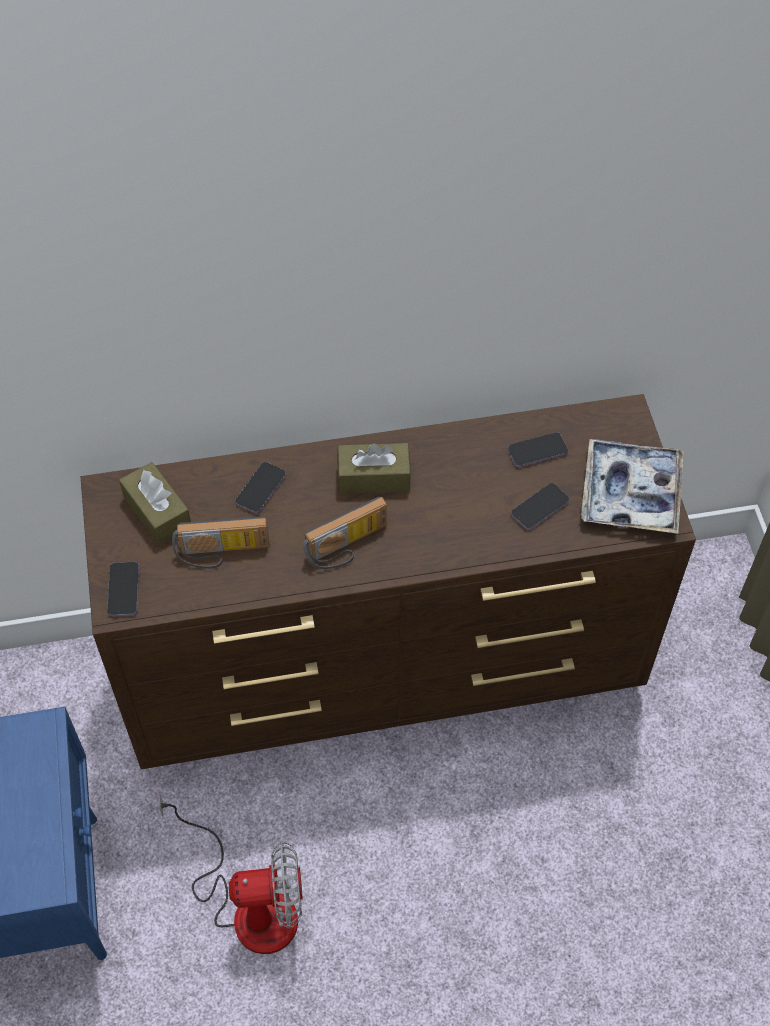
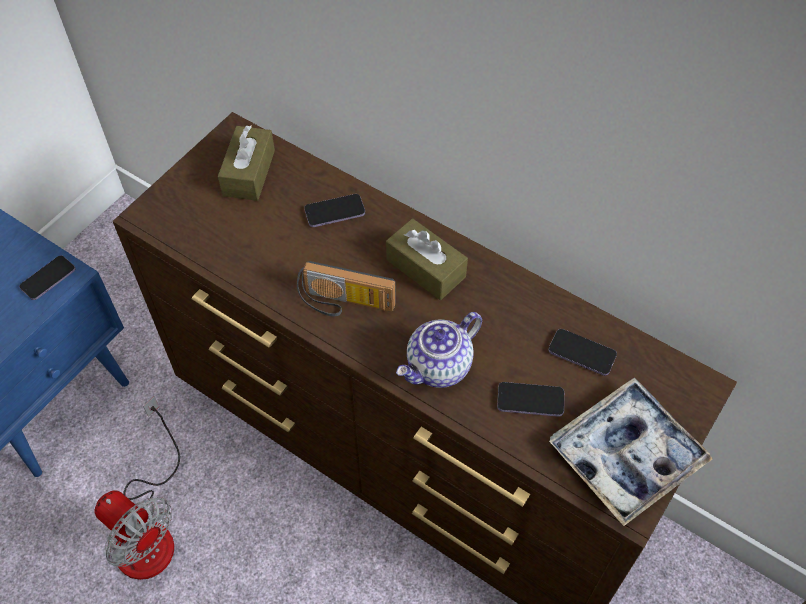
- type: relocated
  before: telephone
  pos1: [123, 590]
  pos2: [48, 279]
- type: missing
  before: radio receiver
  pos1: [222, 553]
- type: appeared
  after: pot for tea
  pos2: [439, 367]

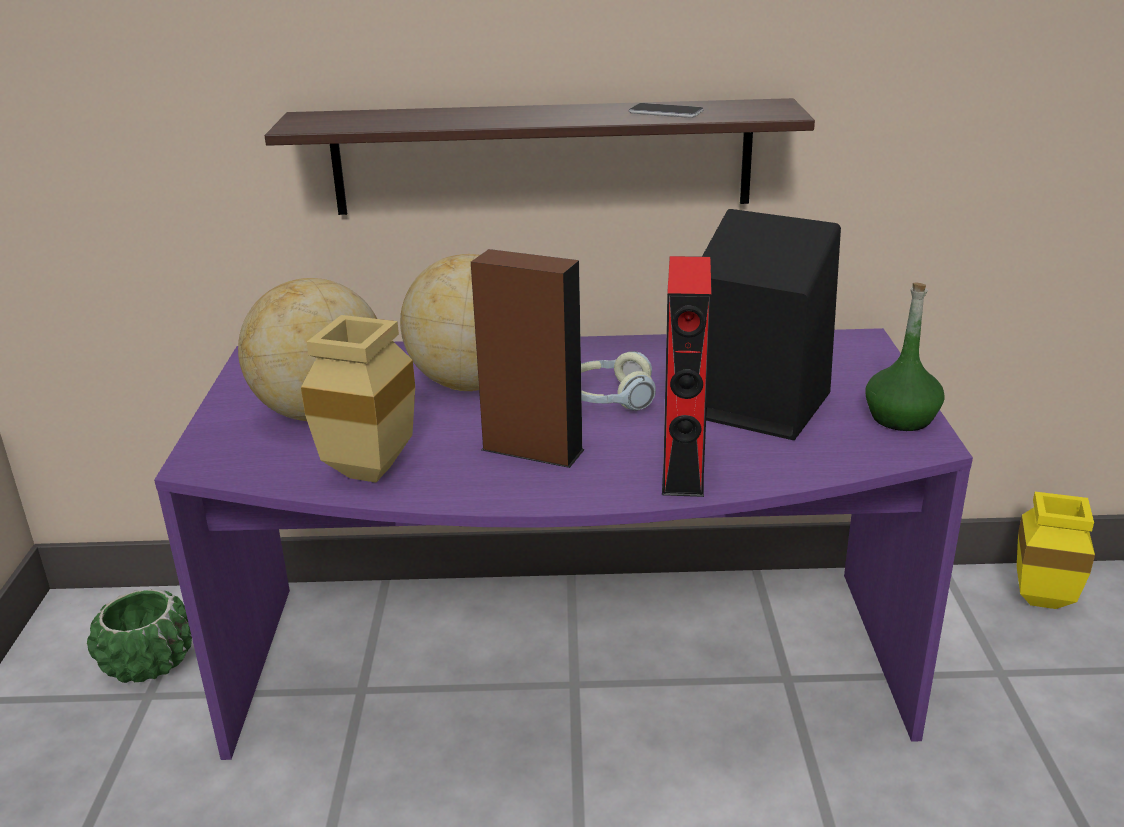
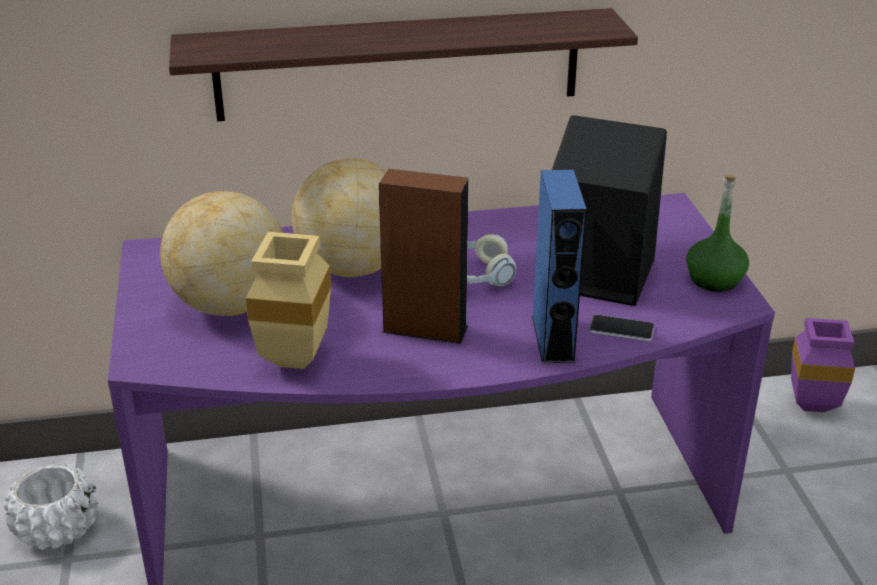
- type: colour
  before: green-coloured flower pot
  after: white-coloured flower pot
  pos1: [149, 663]
  pos2: [58, 529]
- type: relocated
  before: telephone
  pos1: [666, 112]
  pos2: [621, 329]
- type: colour
  before: red-coloured speaker
  after: blue-coloured speaker
  pos1: [683, 469]
  pos2: [553, 338]
- type: colour
  before: yellow-coloured decorative vase
  after: purple-coloured decorative vase
  pos1: [1045, 599]
  pos2: [815, 405]

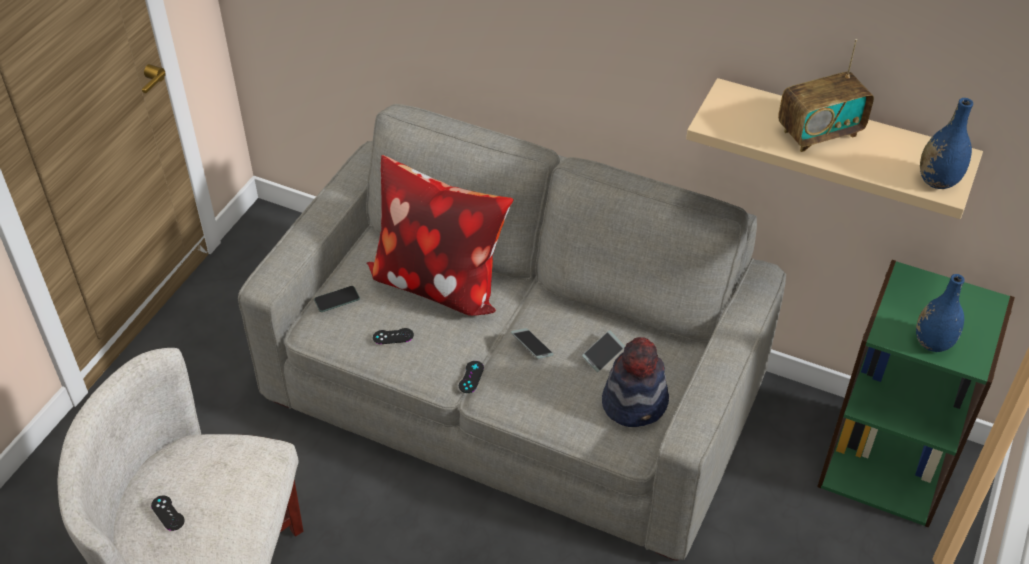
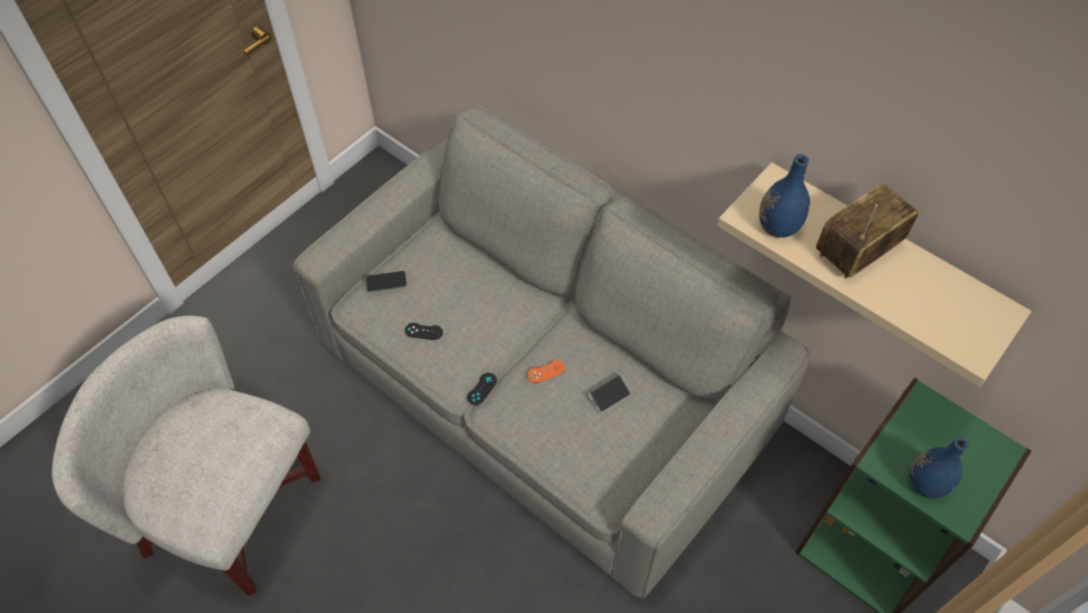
- type: missing
  before: black-coloured game controller
  pos1: [168, 513]
- type: missing
  before: pillow
  pos1: [438, 282]
- type: exchanged
  before: telephone
  after: orangey game controller
  pos1: [532, 346]
  pos2: [546, 371]
- type: missing
  before: clothing hat
  pos1: [635, 402]
- type: spun
  before: radio receiver
  pos1: [819, 133]
  pos2: [857, 251]
  turn: 150
- type: relocated
  before: blue-coloured decorative vase
  pos1: [938, 181]
  pos2: [778, 227]

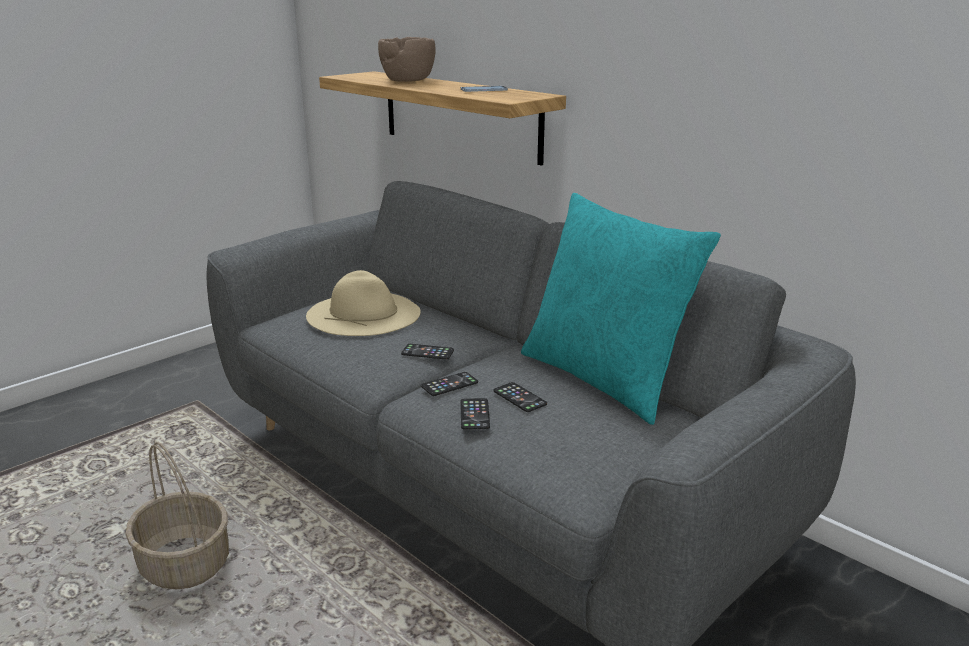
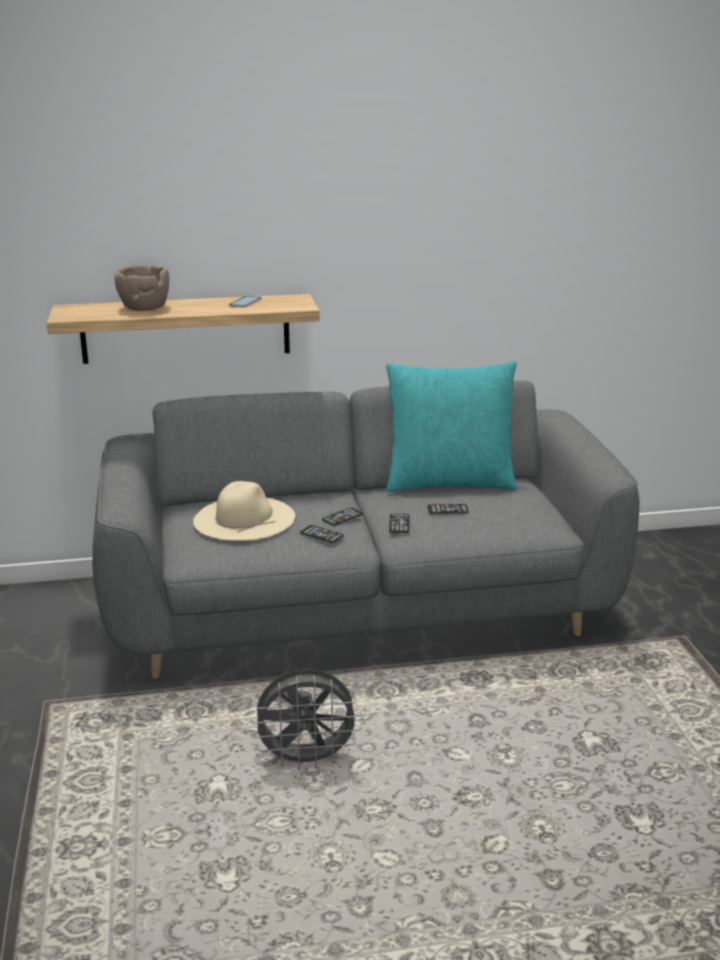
- type: exchanged
  before: storage basket
  after: grey cooling fan
  pos1: [186, 564]
  pos2: [307, 760]
- type: relocated
  before: telephone
  pos1: [474, 414]
  pos2: [321, 534]

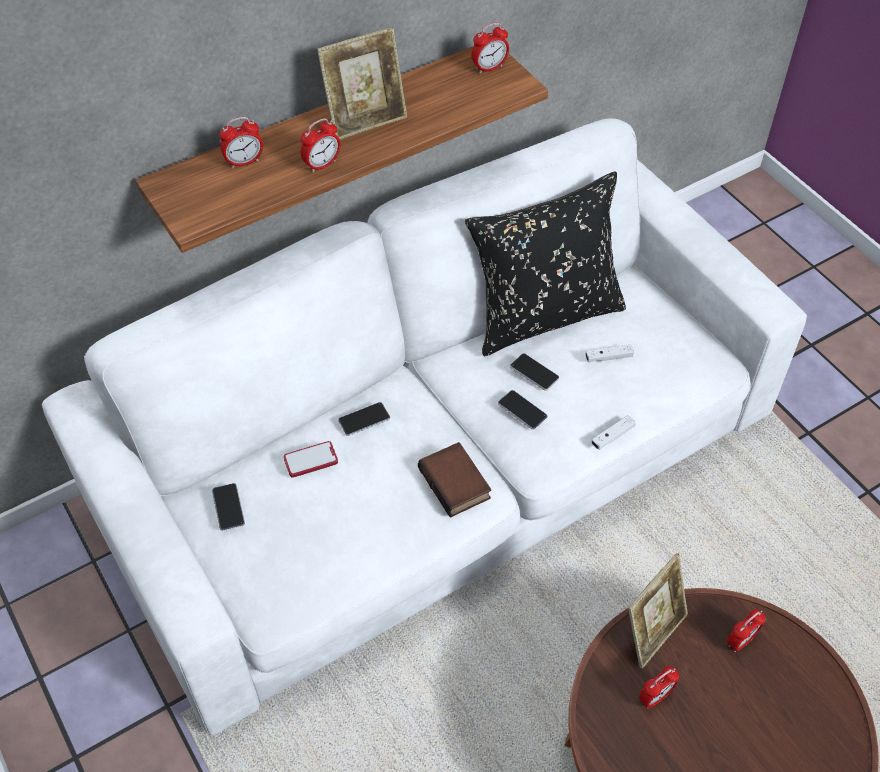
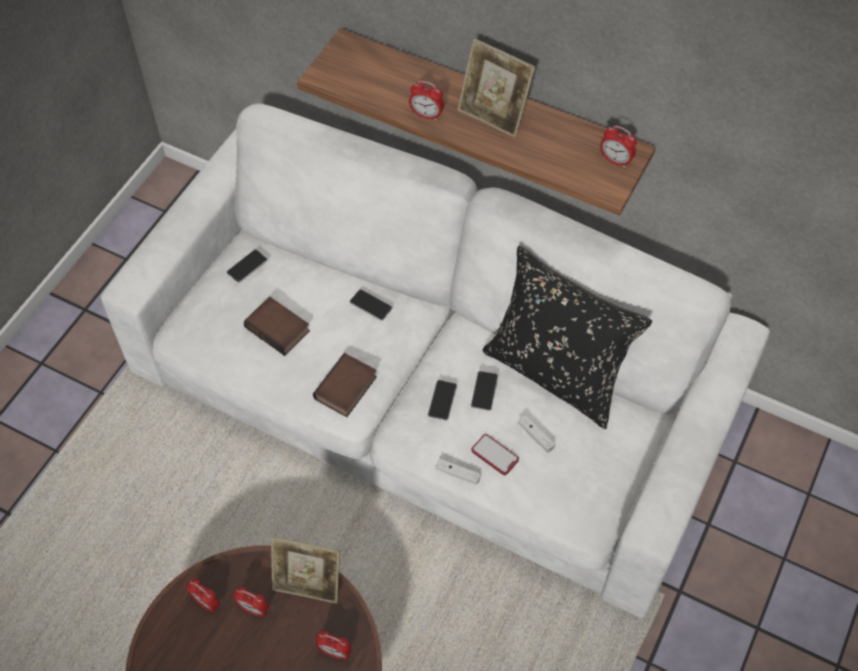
- type: relocated
  before: bedside clock
  pos1: [244, 162]
  pos2: [206, 603]
- type: relocated
  before: telephone
  pos1: [311, 460]
  pos2: [495, 455]
- type: appeared
  after: book
  pos2: [279, 329]

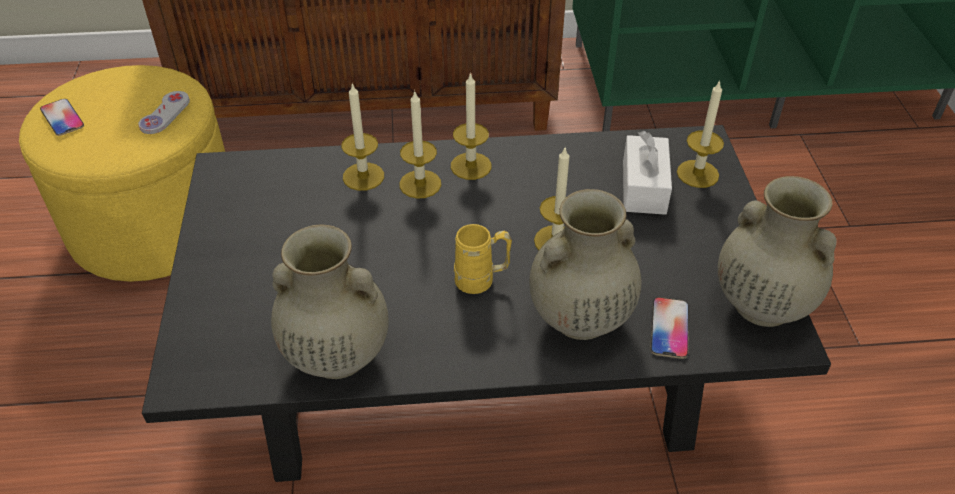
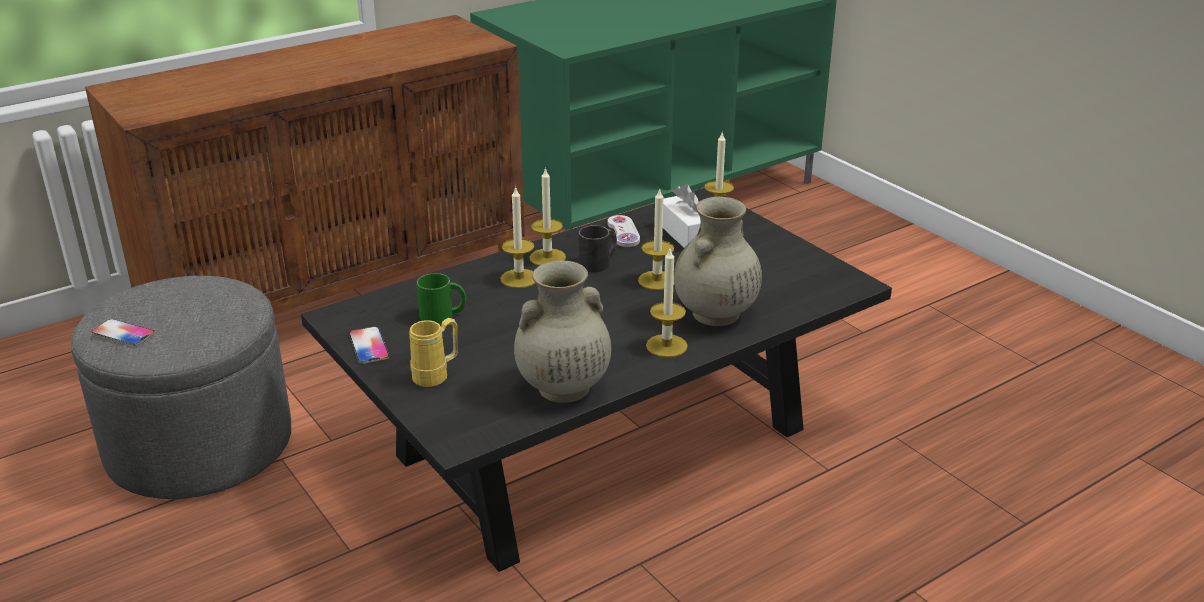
- type: colour
  before: yellow-coloured ottoman
  after: grey ottoman
  pos1: [155, 224]
  pos2: [200, 445]
- type: relocated
  before: white-coloured game controller
  pos1: [165, 114]
  pos2: [623, 233]
- type: relocated
  before: candle
  pos1: [363, 176]
  pos2: [666, 346]
- type: relocated
  before: yellow-coloured coffee mug
  pos1: [482, 281]
  pos2: [437, 375]
- type: relocated
  before: telephone
  pos1: [669, 328]
  pos2: [369, 346]
- type: missing
  before: beige-coloured decorative vase
  pos1: [760, 304]
- type: appeared
  after: green-coloured coffee mug
  pos2: [443, 315]
- type: appeared
  after: black-coloured coffee mug
  pos2: [599, 262]

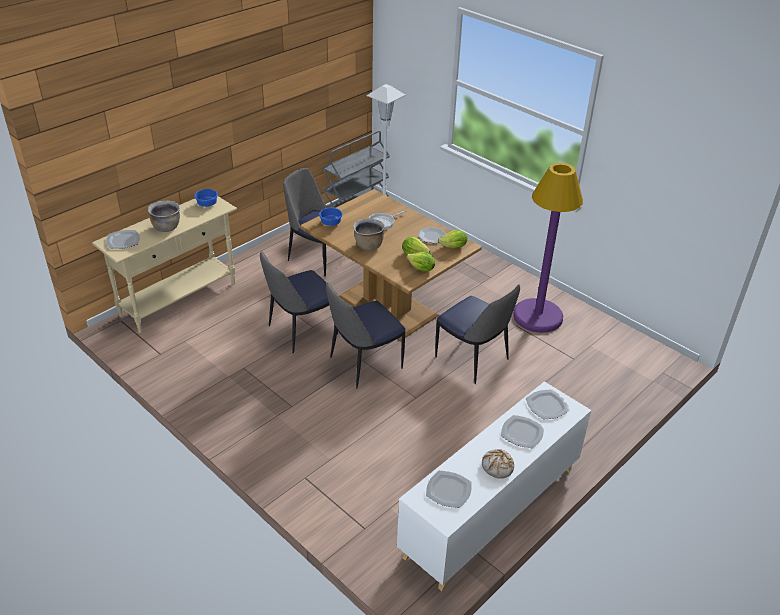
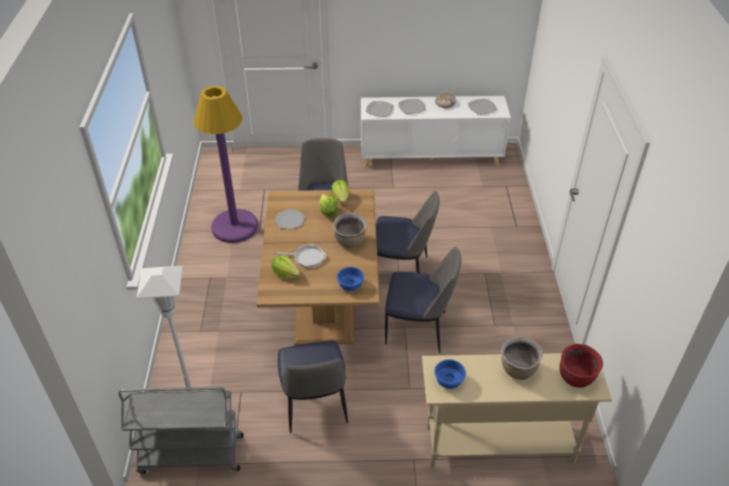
- type: exchanged
  before: plate
  after: red-coloured cooking pot
  pos1: [123, 241]
  pos2: [576, 378]
- type: relocated
  before: lettuce
  pos1: [453, 247]
  pos2: [285, 273]

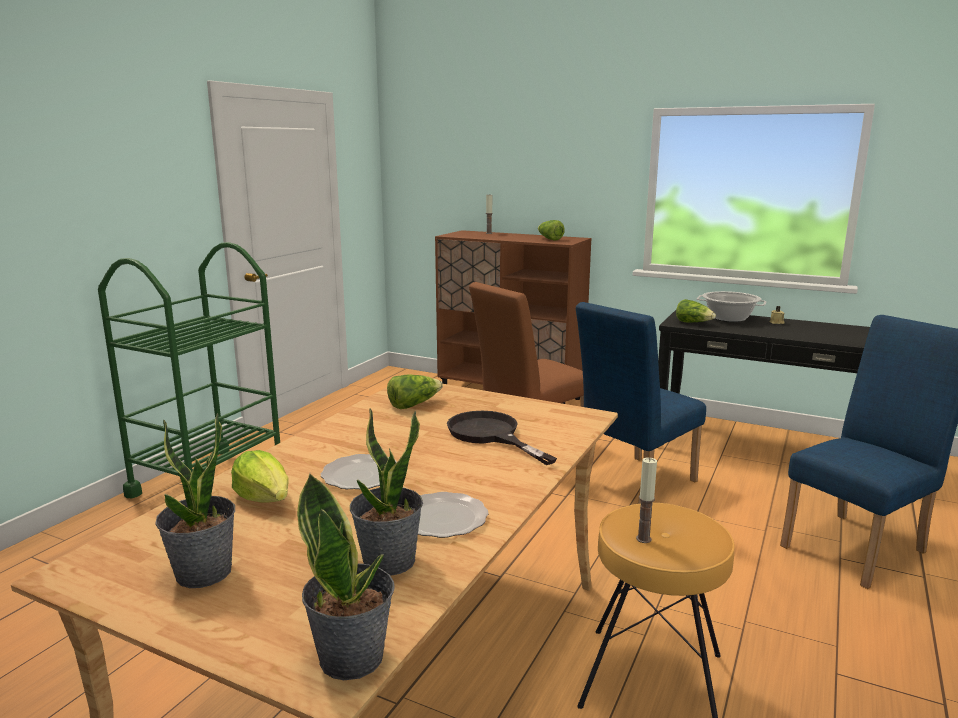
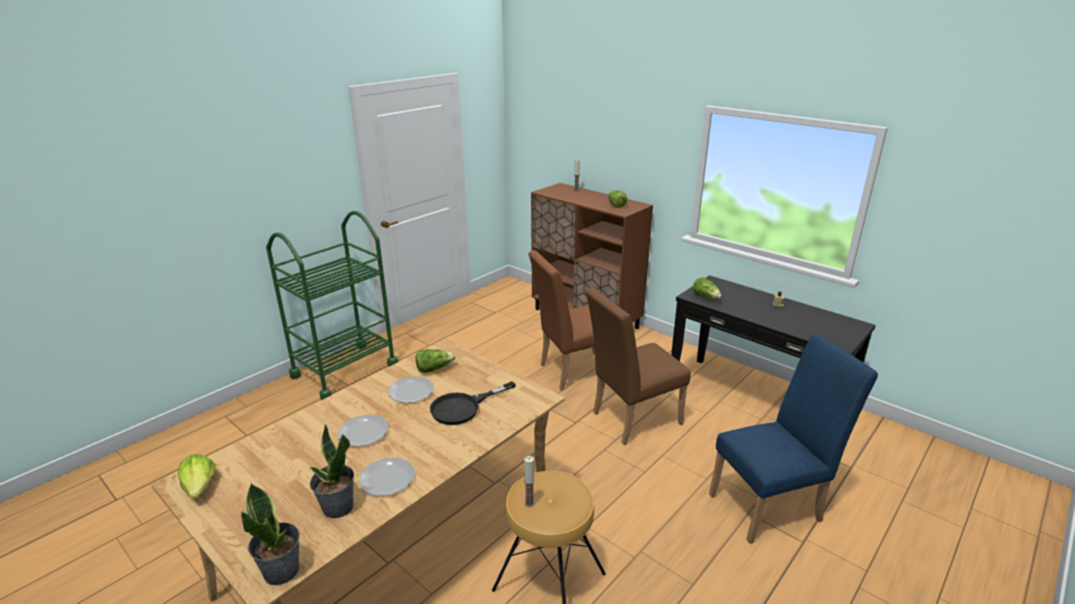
- type: missing
  before: houseplant
  pos1: [204, 573]
- type: relocated
  before: lettuce
  pos1: [265, 498]
  pos2: [200, 487]
- type: spun
  before: black-coloured frying pan
  pos1: [490, 435]
  pos2: [463, 407]
  turn: -105
- type: colour
  before: blue-coloured chair
  after: brown-coloured chair
  pos1: [632, 484]
  pos2: [631, 419]
- type: missing
  before: cooking pot
  pos1: [728, 318]
- type: appeared
  after: plate
  pos2: [412, 391]

